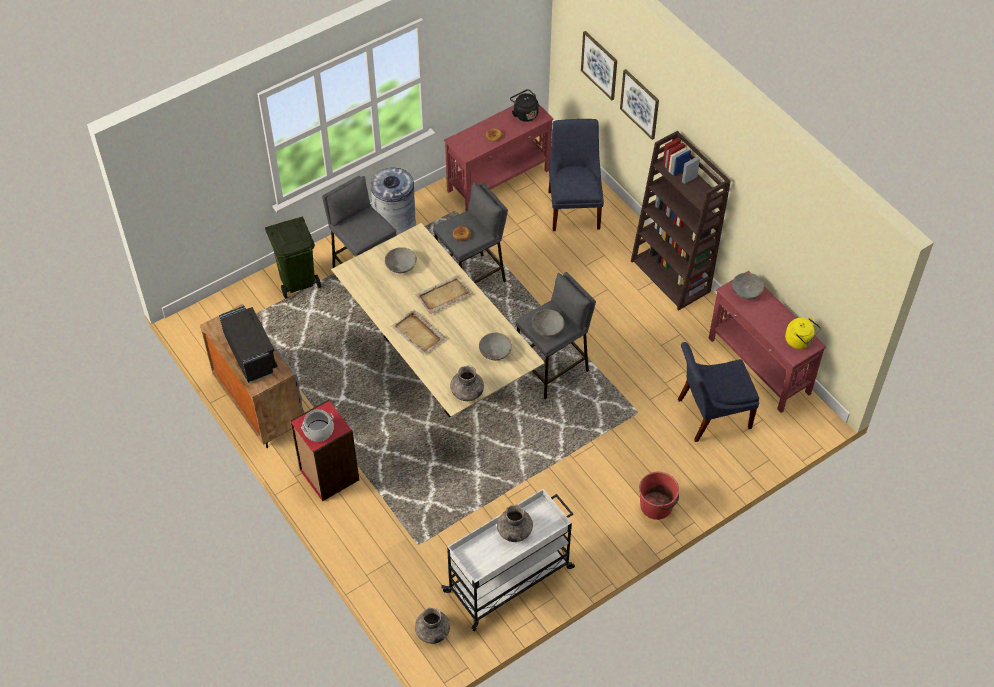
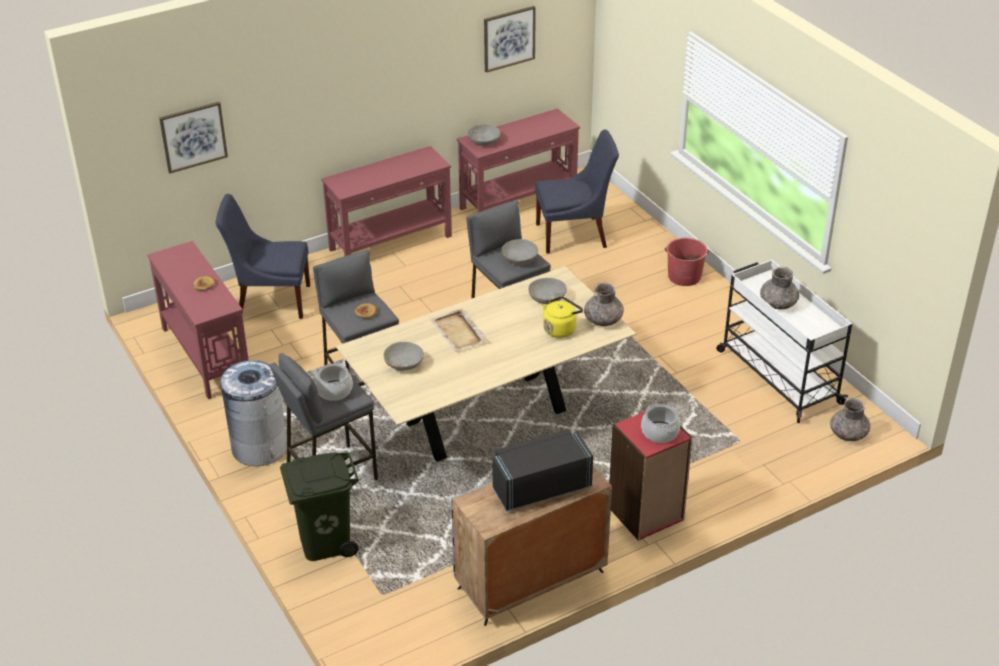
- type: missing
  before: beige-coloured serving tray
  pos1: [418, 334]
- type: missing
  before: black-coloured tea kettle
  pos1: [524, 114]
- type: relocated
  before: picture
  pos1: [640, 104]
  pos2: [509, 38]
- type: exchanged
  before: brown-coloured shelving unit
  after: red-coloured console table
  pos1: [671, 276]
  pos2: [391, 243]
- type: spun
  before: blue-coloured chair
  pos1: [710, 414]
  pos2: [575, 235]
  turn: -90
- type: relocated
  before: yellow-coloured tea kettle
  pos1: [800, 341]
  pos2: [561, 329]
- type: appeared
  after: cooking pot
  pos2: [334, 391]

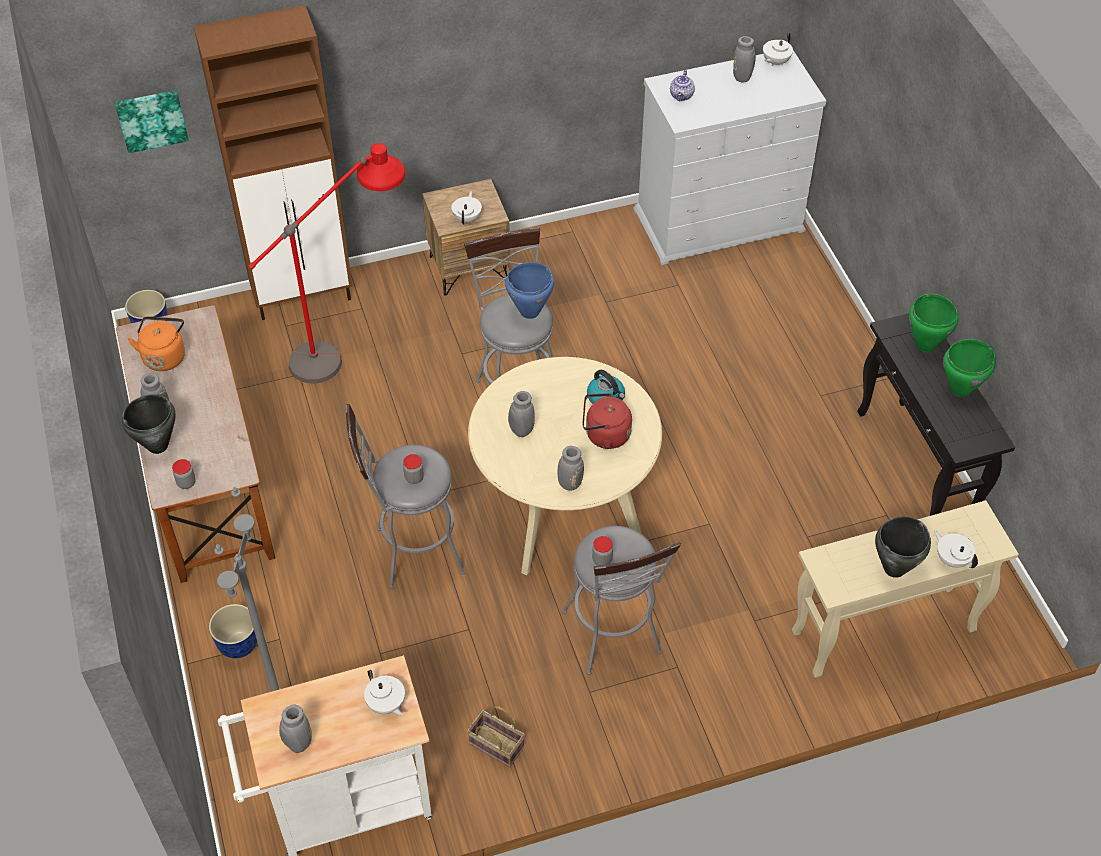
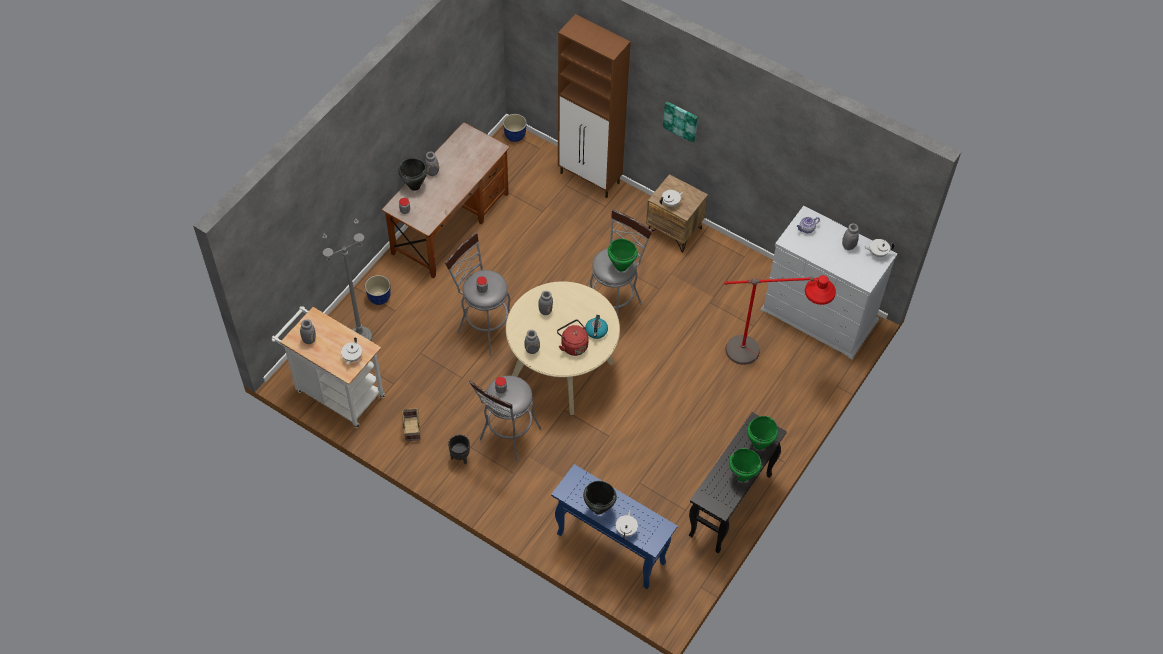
- type: relocated
  before: picture
  pos1: [151, 119]
  pos2: [681, 120]
- type: missing
  before: orangey tea kettle
  pos1: [164, 356]
- type: relocated
  before: red-coloured standard lamp
  pos1: [349, 348]
  pos2: [765, 357]
- type: colour
  before: blue-coloured cooking pot
  after: green-coloured cooking pot
  pos1: [529, 311]
  pos2: [621, 266]
- type: colour
  before: beige-coloured console table
  after: blue-coloured console table
  pos1: [882, 632]
  pos2: [610, 548]
- type: appeared
  after: black-coloured flower pot
  pos2: [460, 457]

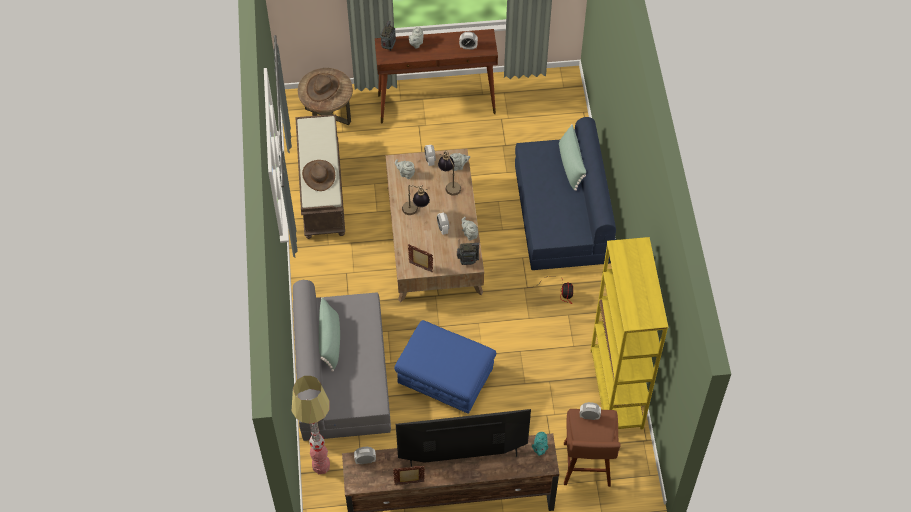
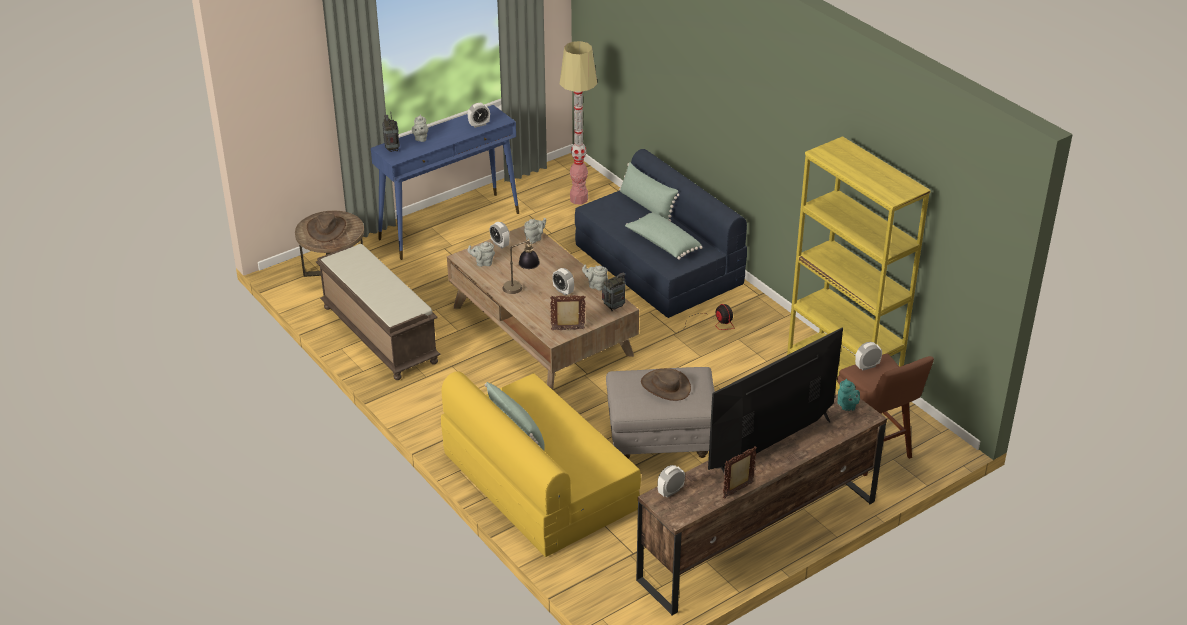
- type: relocated
  before: standard lamp
  pos1: [321, 466]
  pos2: [579, 199]
- type: colour
  before: grey sofa
  after: yellow-coloured sofa
  pos1: [342, 375]
  pos2: [539, 481]
- type: relocated
  before: brown-coloured clothing hat
  pos1: [319, 175]
  pos2: [665, 386]
- type: colour
  before: brown-coloured console table
  after: blue-coloured console table
  pos1: [437, 104]
  pos2: [450, 225]
- type: colour
  before: blue-coloured ottoman
  after: grey ottoman
  pos1: [444, 382]
  pos2: [660, 442]
- type: missing
  before: lamp for a table
  pos1: [449, 184]
- type: appeared
  after: green-coloured pillow
  pos2: [662, 244]

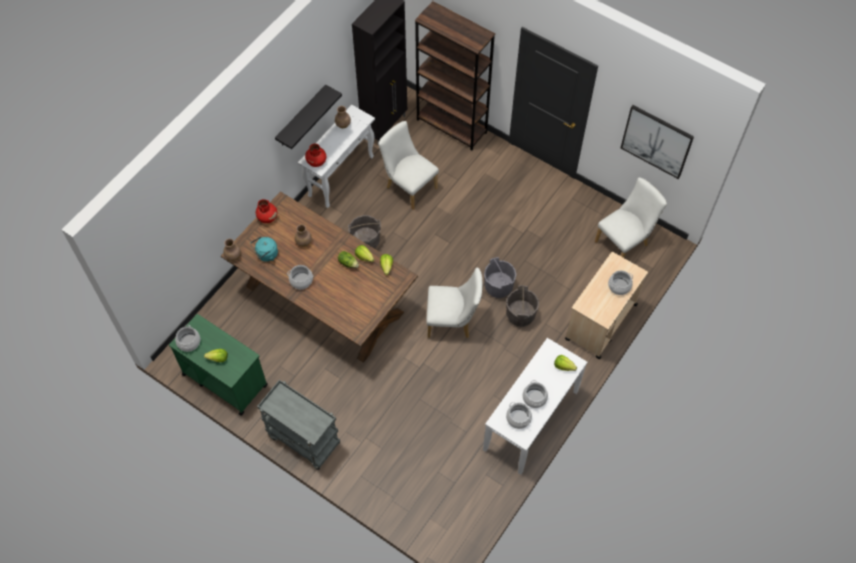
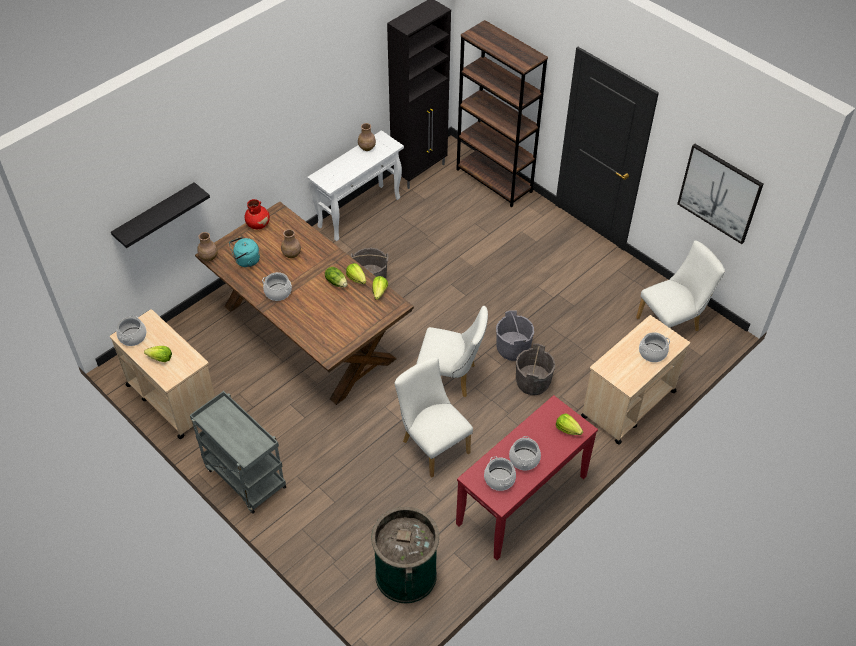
- type: colour
  before: green-coloured wheeled cart
  after: beige-coloured wheeled cart
  pos1: [224, 379]
  pos2: [172, 398]
- type: relocated
  before: black-coloured shelf
  pos1: [301, 117]
  pos2: [155, 215]
- type: missing
  before: red-coloured decorative vase
  pos1: [316, 161]
- type: relocated
  before: white-coloured chair
  pos1: [408, 186]
  pos2: [432, 444]
- type: colour
  before: white-coloured console table
  after: red-coloured console table
  pos1: [531, 420]
  pos2: [522, 500]
- type: appeared
  after: green-coloured trash can
  pos2: [406, 574]

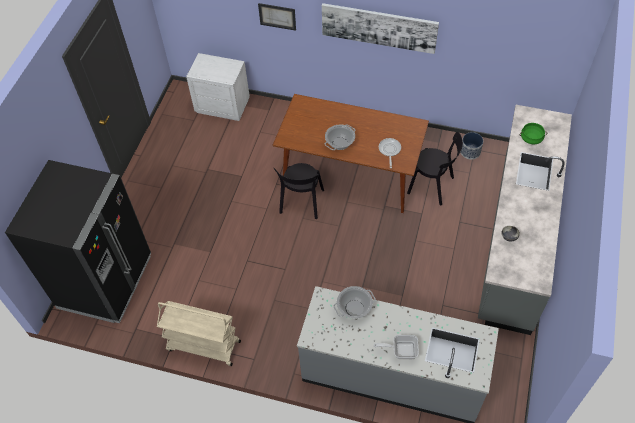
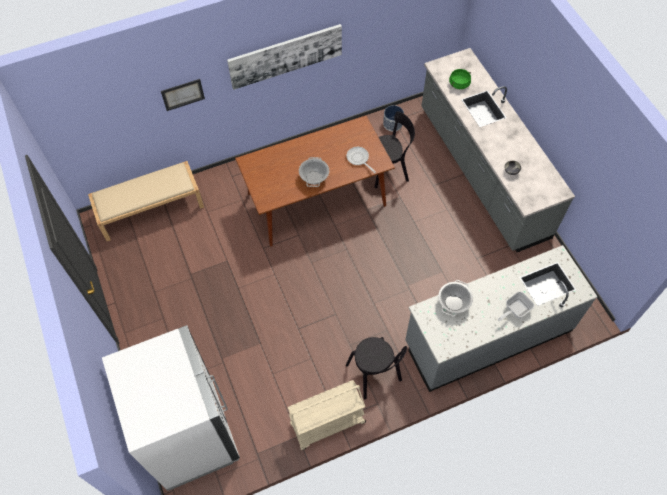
- type: colour
  before: black-coloured kitchen fridge
  after: white-coloured kitchen fridge
  pos1: [105, 282]
  pos2: [191, 434]
- type: exchanged
  before: white-coloured nightstand
  after: beige-coloured indoor bench
  pos1: [223, 105]
  pos2: [151, 209]
- type: relocated
  before: black-coloured chair
  pos1: [301, 203]
  pos2: [374, 375]

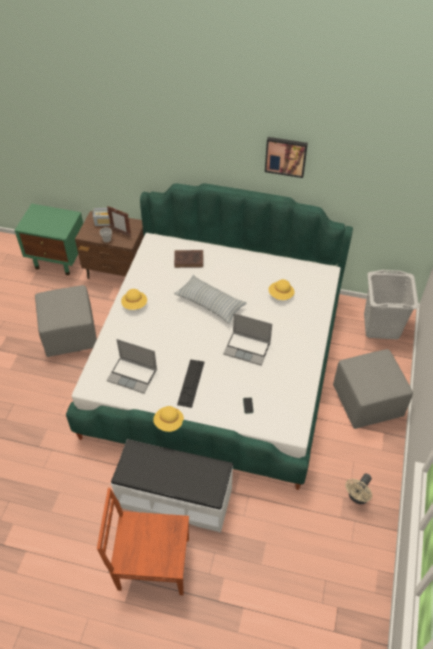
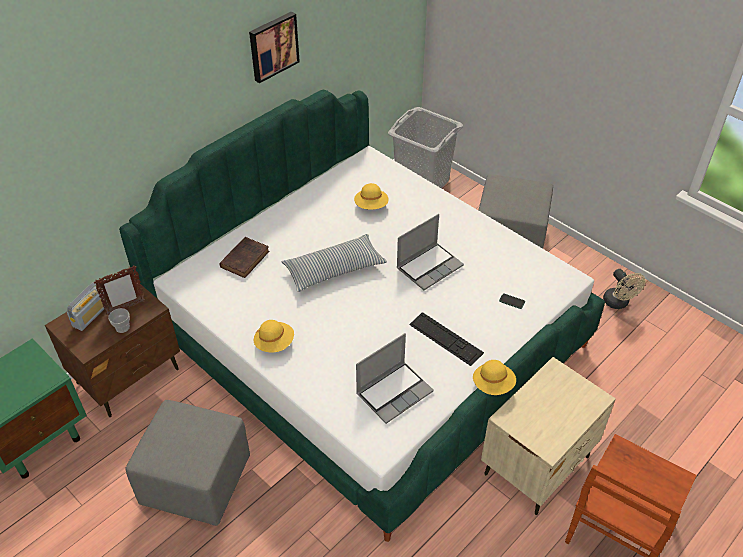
- type: exchanged
  before: white-coloured indoor bench
  after: beige-coloured nightstand
  pos1: [175, 497]
  pos2: [537, 465]

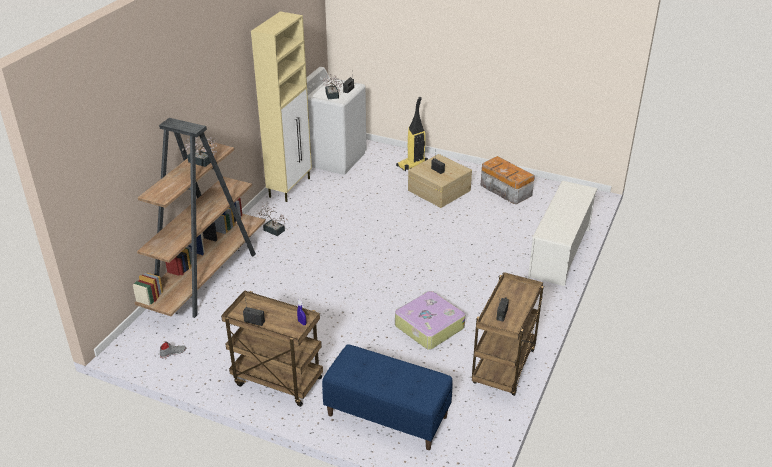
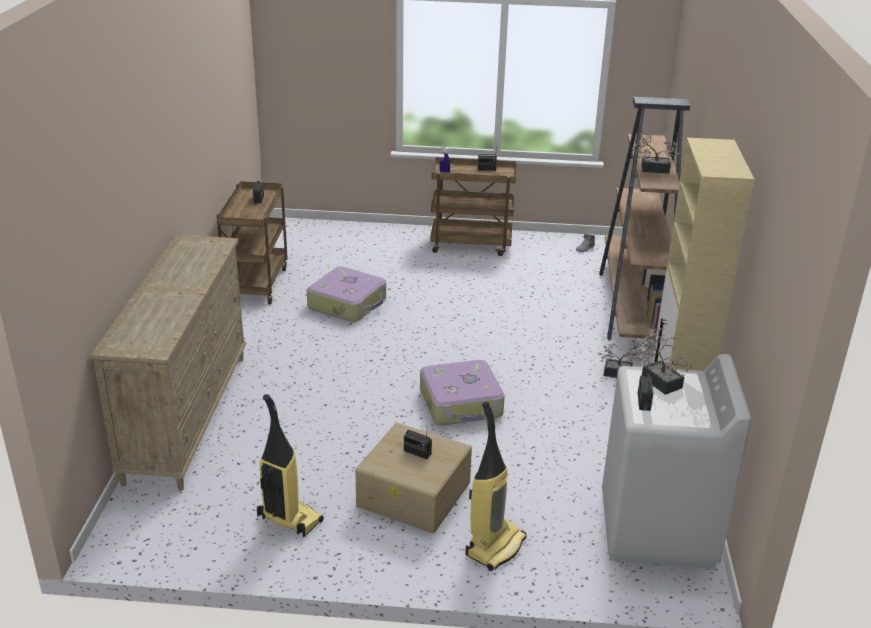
- type: missing
  before: blue-coloured indoor bench
  pos1: [386, 416]
- type: exchanged
  before: storage bin
  after: hoover
  pos1: [505, 190]
  pos2: [288, 519]
- type: exchanged
  before: white-coloured shoe shelf
  after: beige-coloured dresser
  pos1: [560, 253]
  pos2: [188, 416]
- type: appeared
  after: piece of luggage
  pos2: [461, 403]

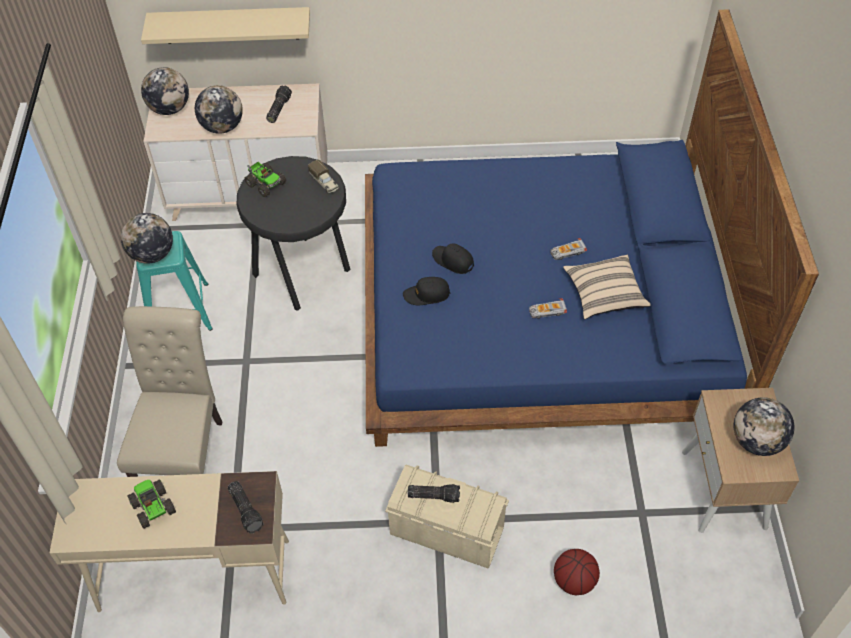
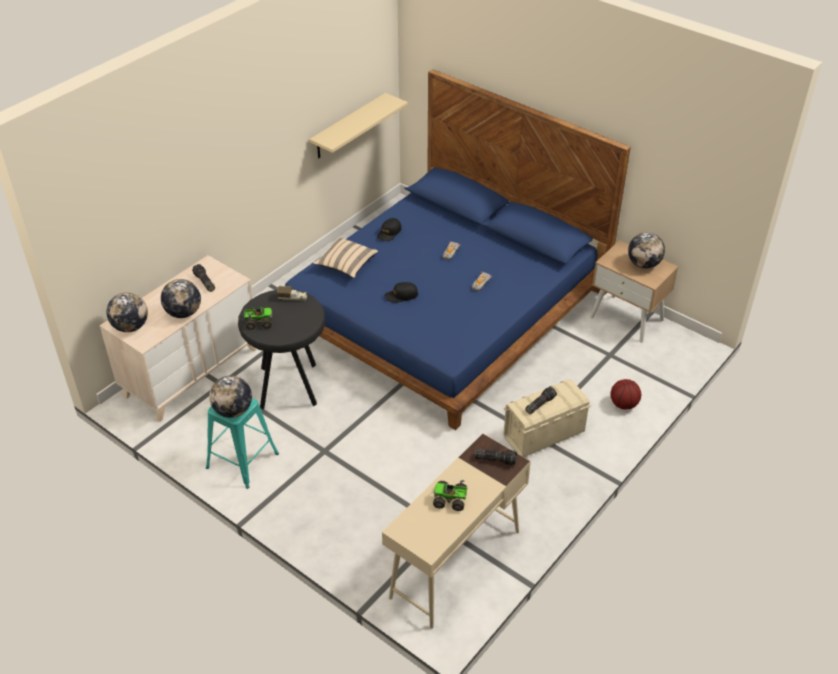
- type: missing
  before: beige-coloured chair
  pos1: [185, 453]
- type: relocated
  before: beige-coloured shelf
  pos1: [231, 25]
  pos2: [349, 126]
- type: relocated
  before: black-coloured baseball cap
  pos1: [426, 294]
  pos2: [389, 233]
- type: relocated
  before: beige-coloured pillow
  pos1: [604, 295]
  pos2: [346, 265]

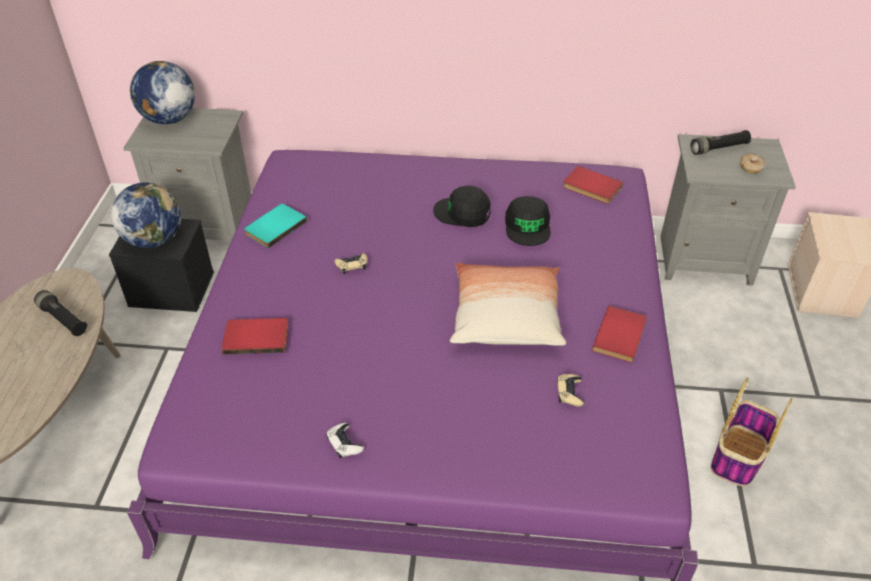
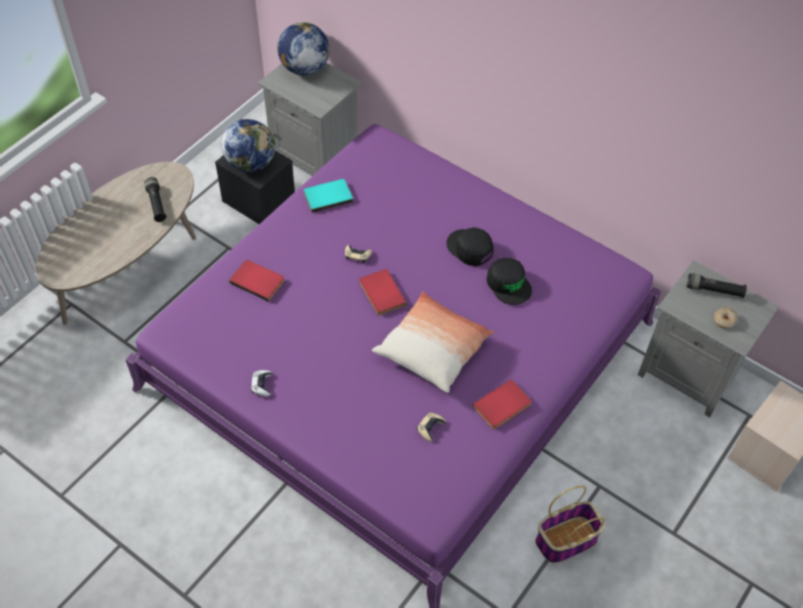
- type: spun
  before: black-coloured baseball cap
  pos1: [528, 226]
  pos2: [508, 284]
  turn: -60
- type: relocated
  before: red-coloured book
  pos1: [591, 187]
  pos2: [380, 294]

